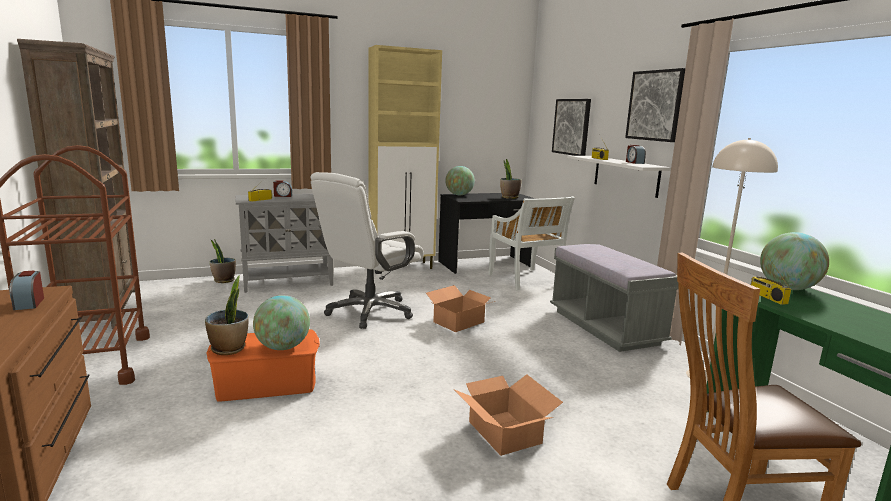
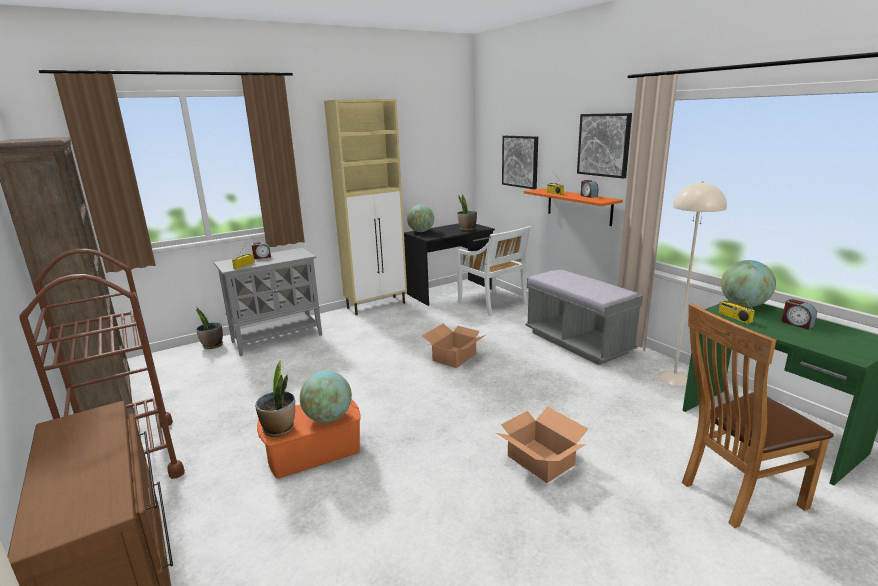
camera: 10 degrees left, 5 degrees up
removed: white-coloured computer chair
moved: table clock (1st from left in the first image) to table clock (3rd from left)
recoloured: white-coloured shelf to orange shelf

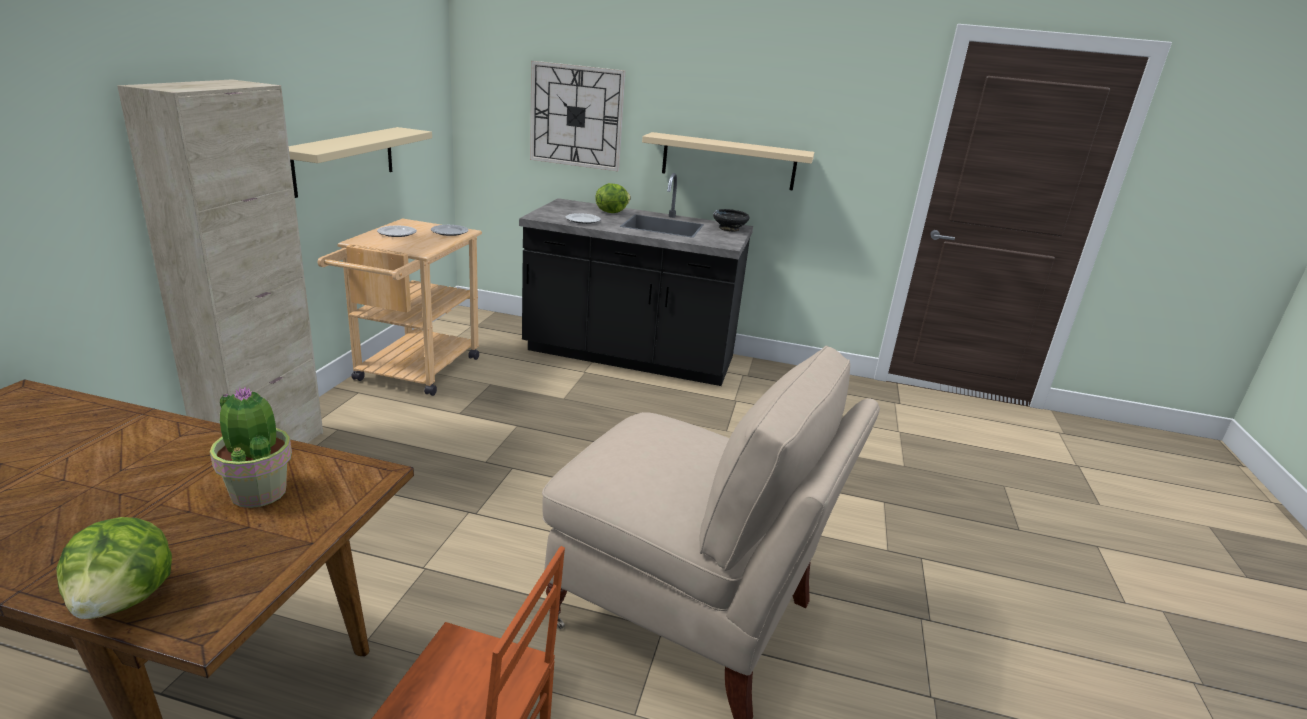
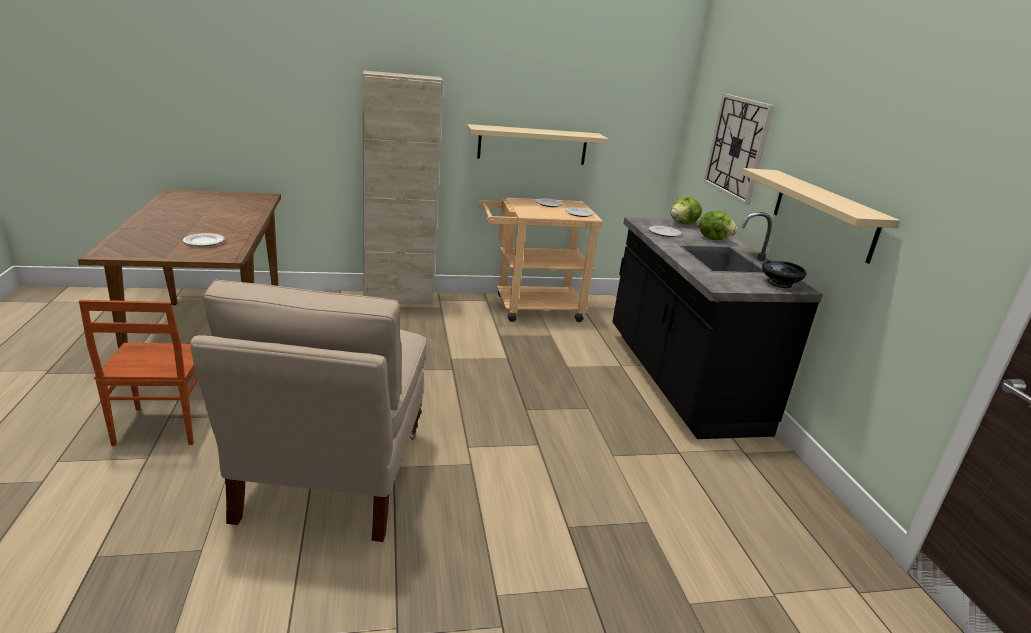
camera: 65 degrees right, 0 degrees up
moved: head of lettuce (1st from left)
replaced: potted plant to plate (1st from left)

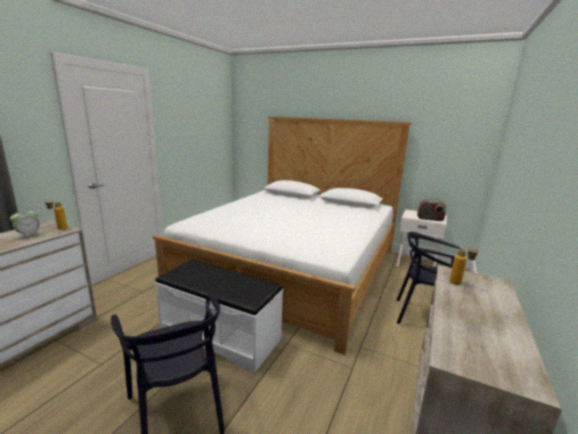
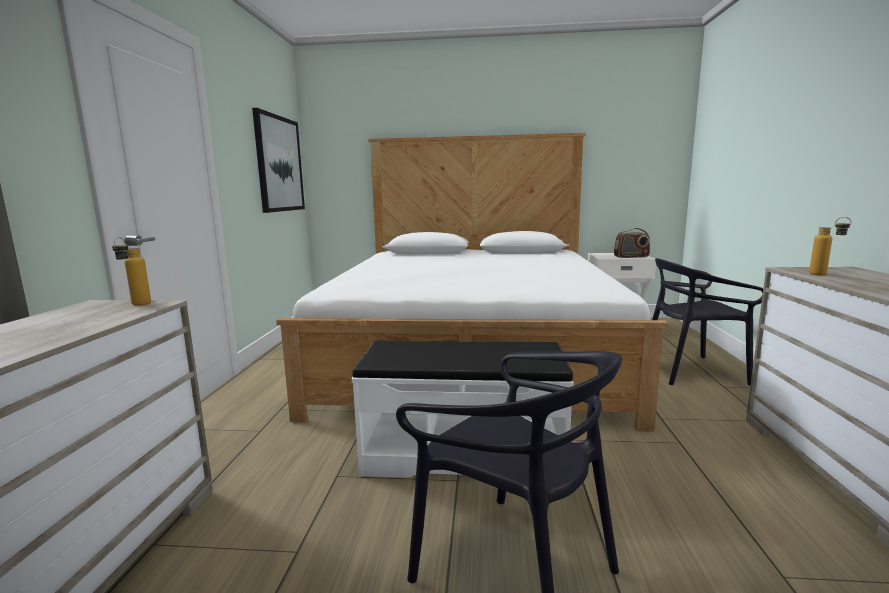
camera: 20 degrees left, 5 degrees down
removed: table clock
added: wall art

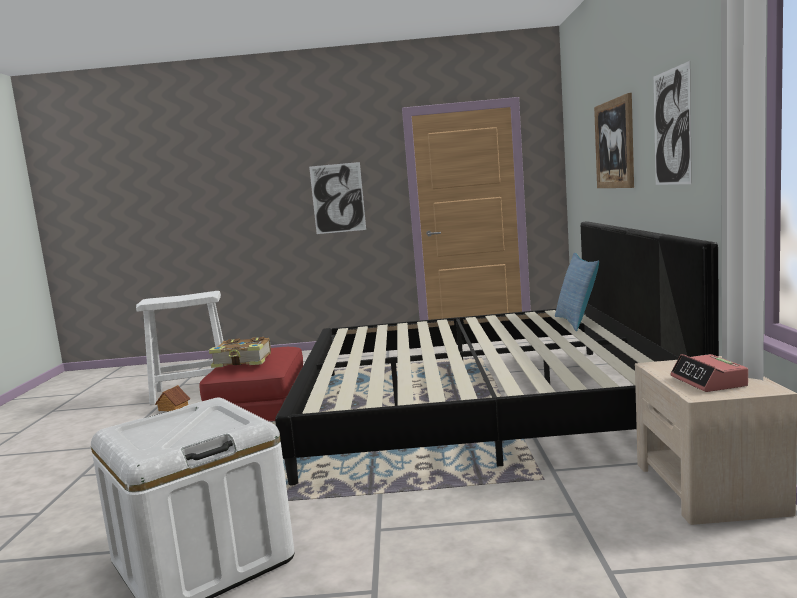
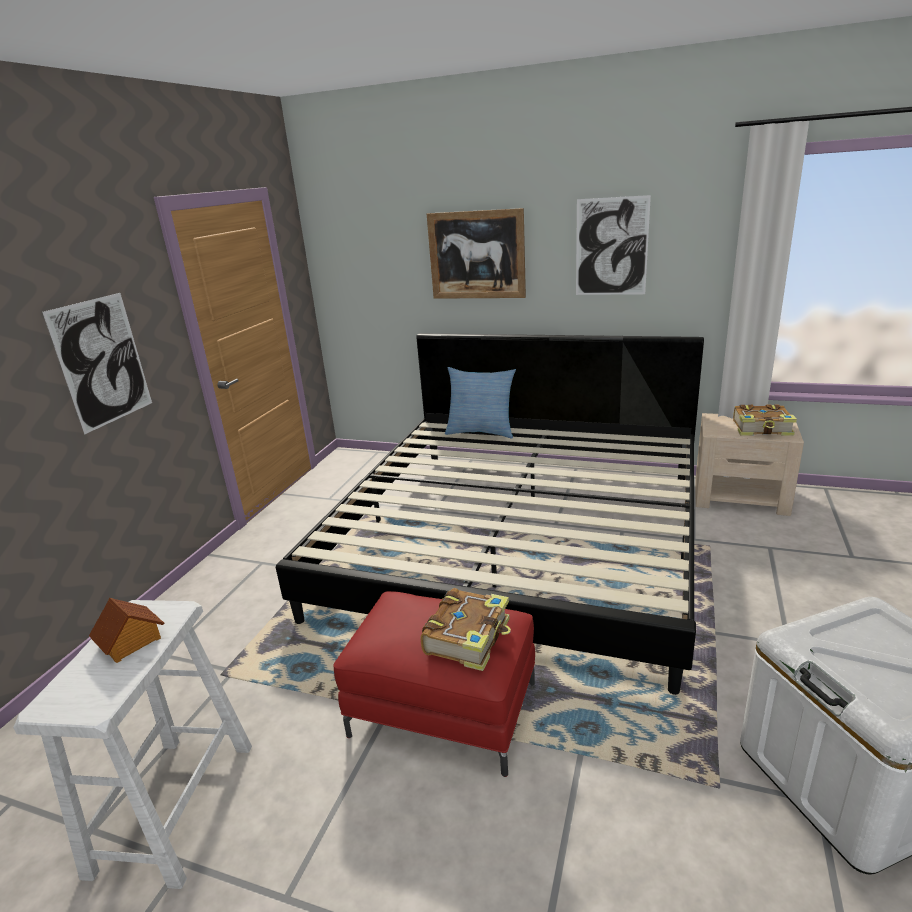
camera: 70 degrees left, 15 degrees up
moved: miniature house
replaced: table clock to volume (2nd from left)

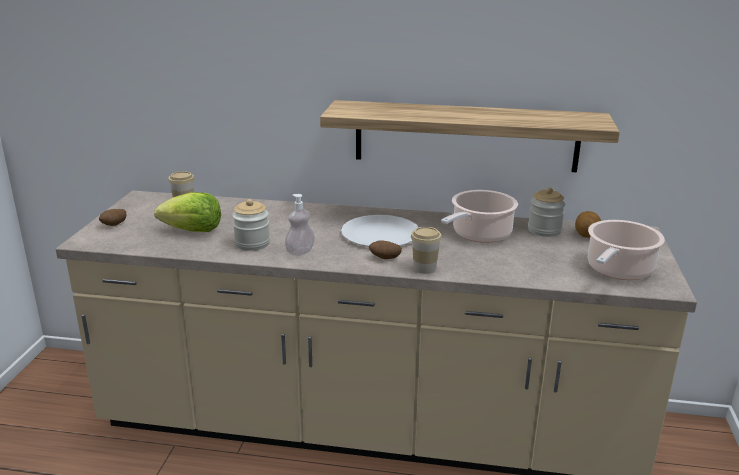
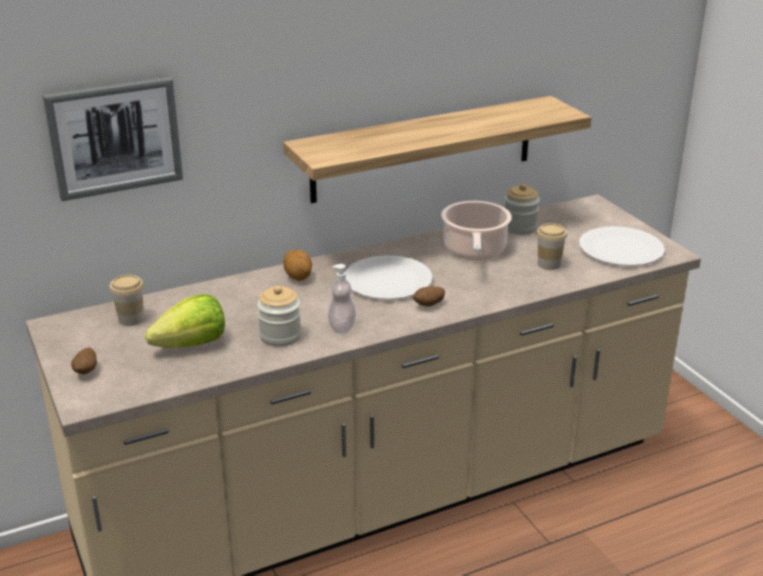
camera: 35 degrees left, 5 degrees up
added: wall art
moved: small cup (2nd from left); spud (3rd from left in the first image) to spud (2nd from left)
replaced: stockpot (2nd from left) to white-coloured plate (2nd from left)

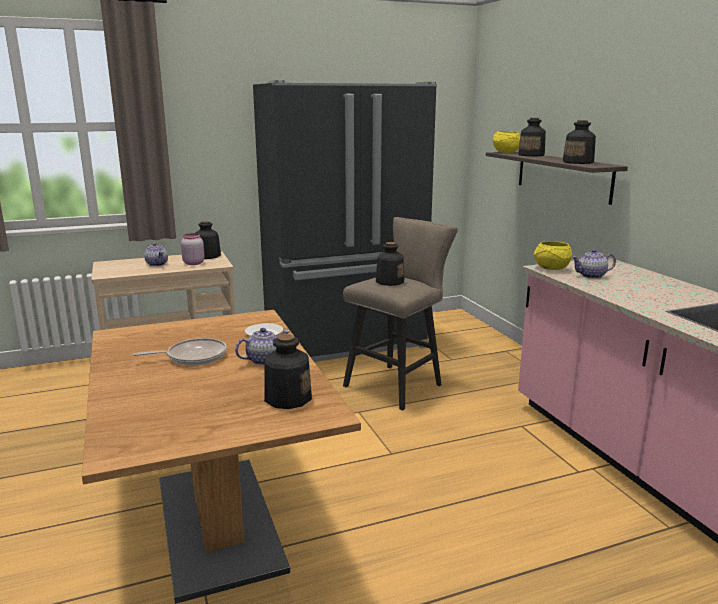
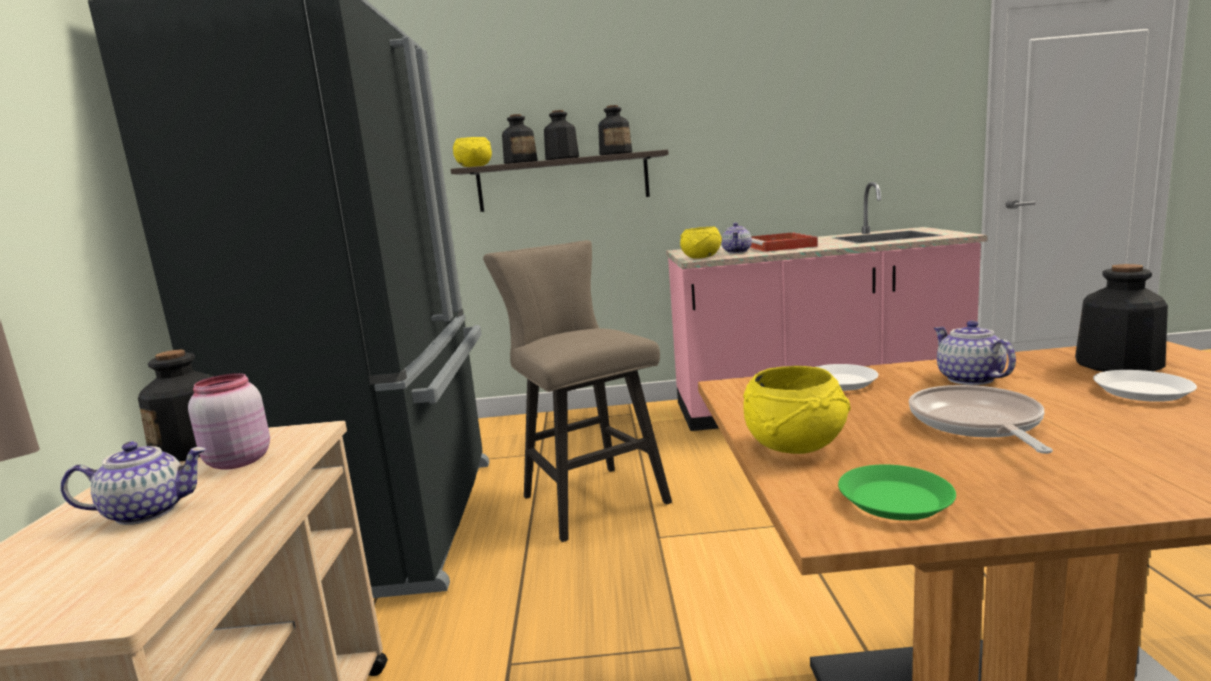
camera: 70 degrees left, 5 degrees down
added: yellow-coloured deep dish (3rd from left); red tray; green-coloured plate; white-coloured plate (2nd from left)
moved: drink bottle (3rd from left)

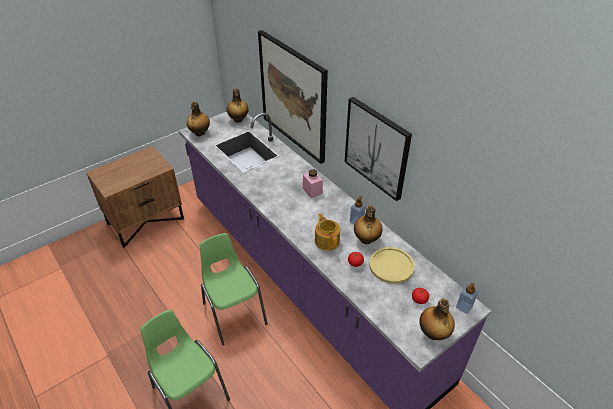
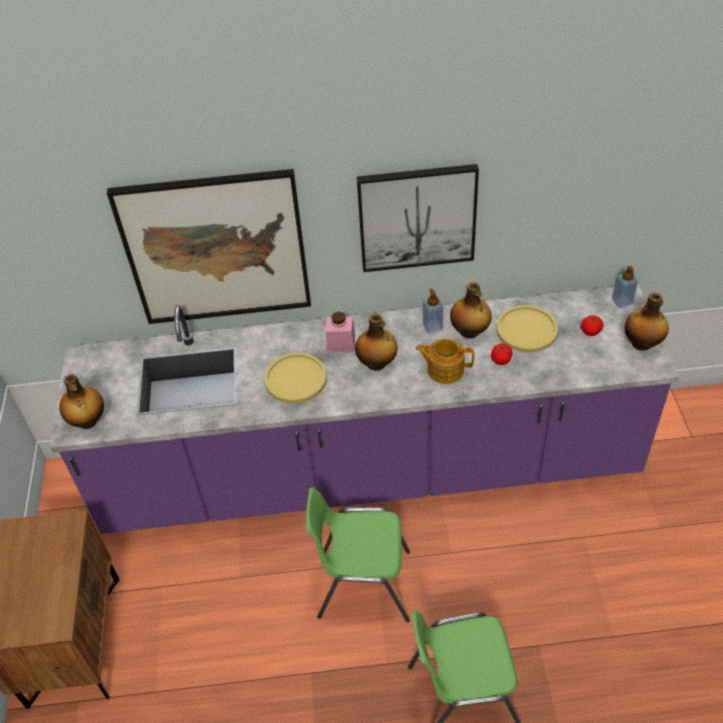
camera: 55 degrees left, 5 degrees up
added: yellow-coloured plate (1st from left)
moved: drink bottle (2nd from left)

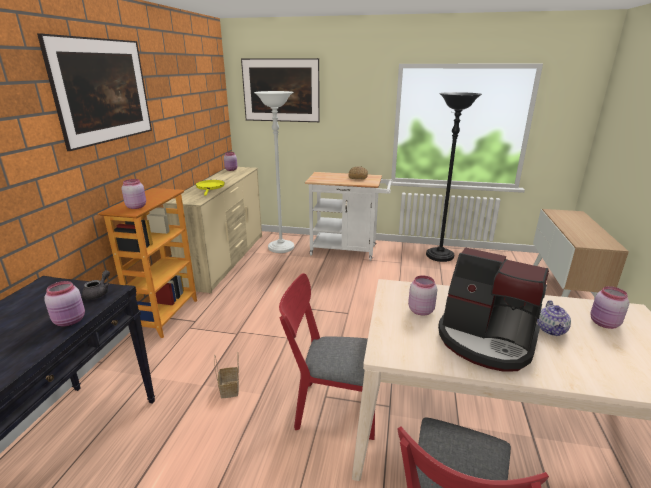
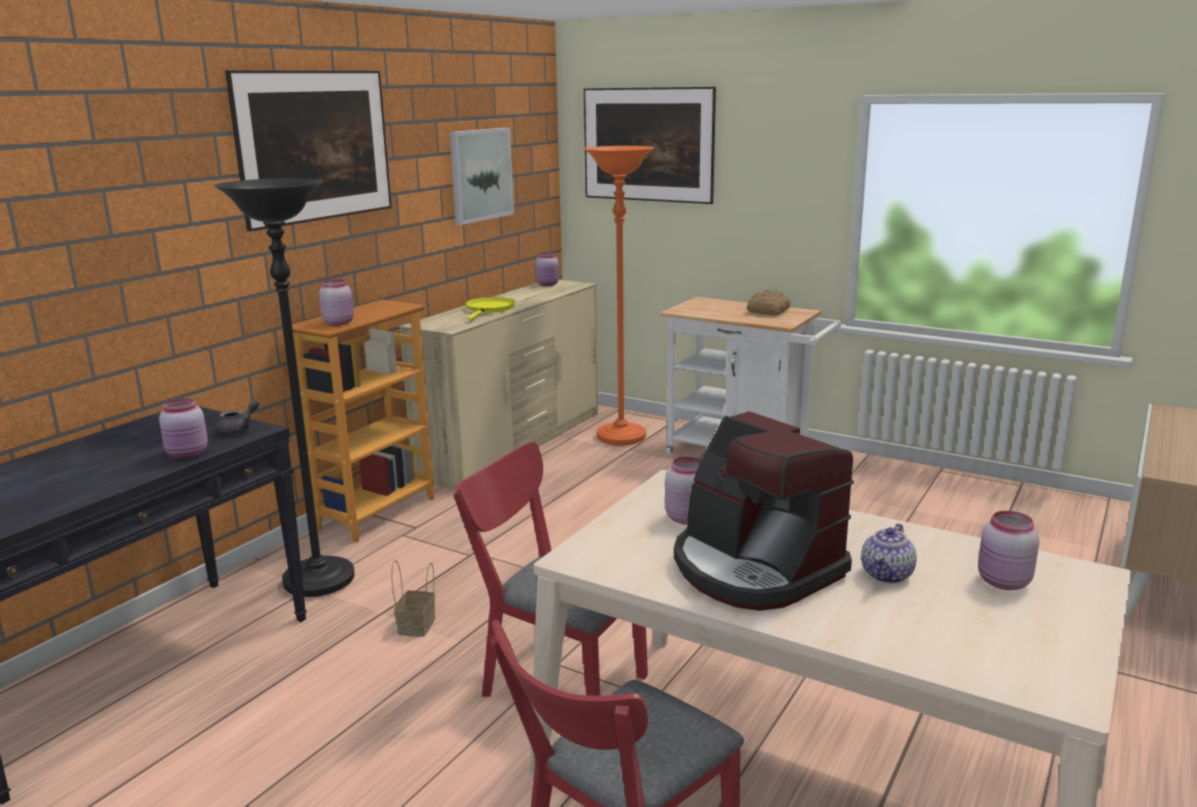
camera: 20 degrees right, 5 degrees down
added: wall art (2nd from left)
moved: blackish floor lamp
recoloured: white-coloured floor lamp to orange floor lamp

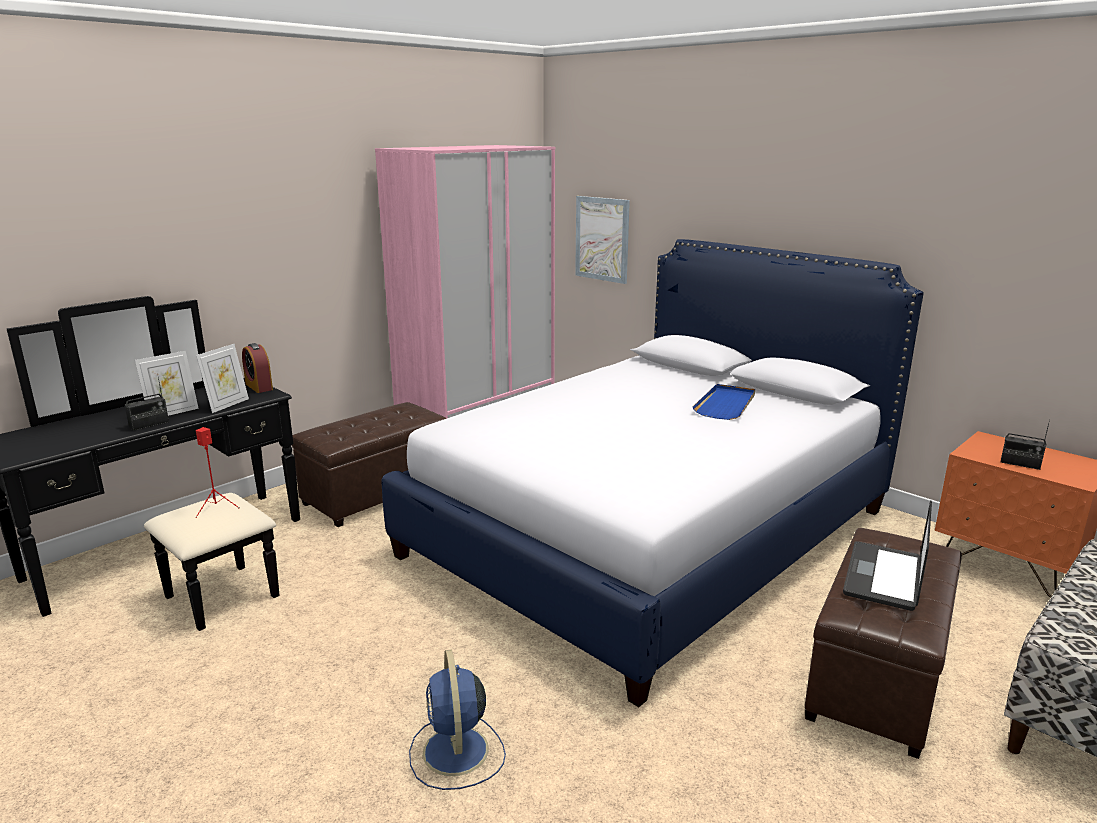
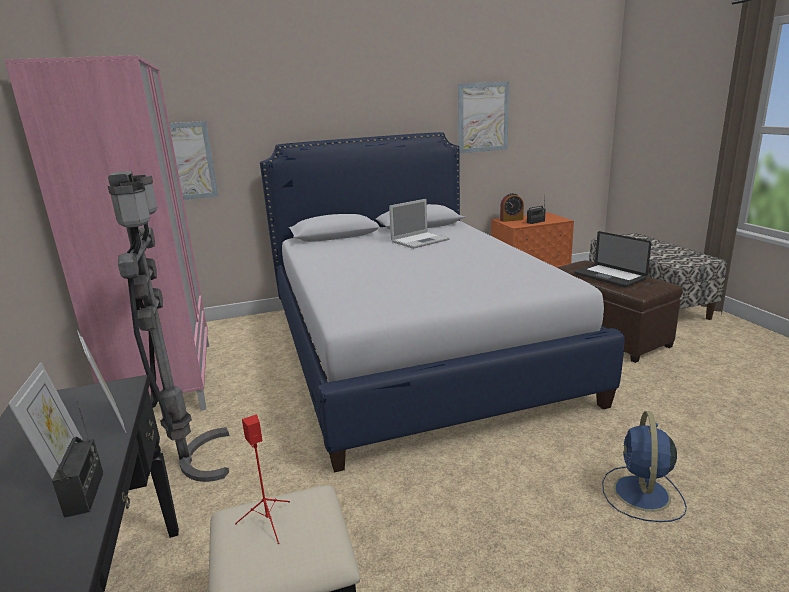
camera: 60 degrees left, 0 degrees up
added: wall art (2nd from left)
moved: table clock
replaced: brown footrest (1st from left) to grey floor lamp; bluish tray to notebook computer (1st from left)
turned: bluish cooling fan 90 degrees clockwise

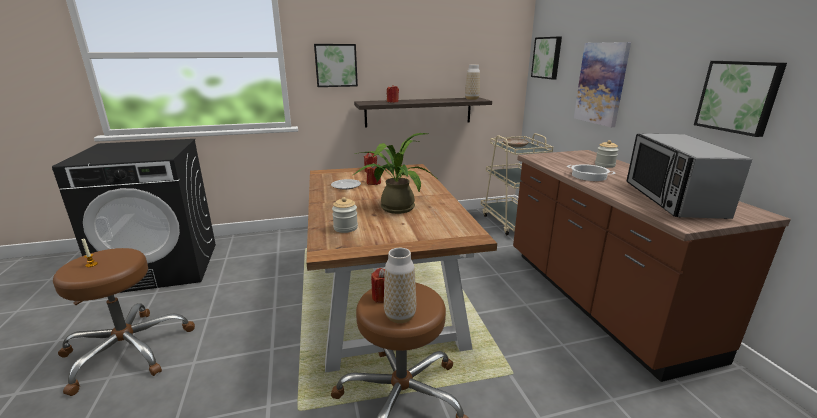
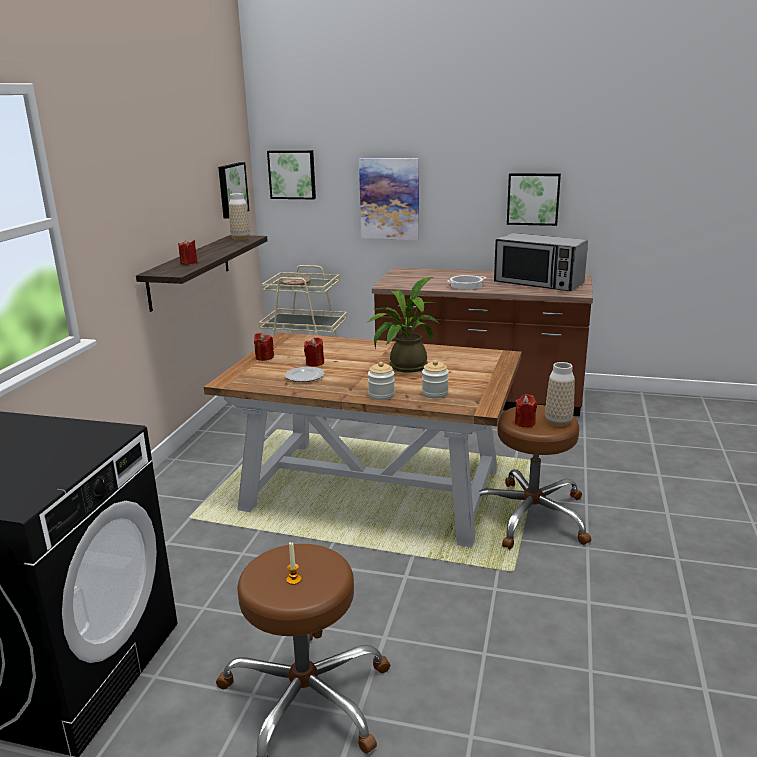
camera: 60 degrees left, 0 degrees up
moved: wall art (1st from left); jar (2nd from left in the first image) to jar (1st from left)

